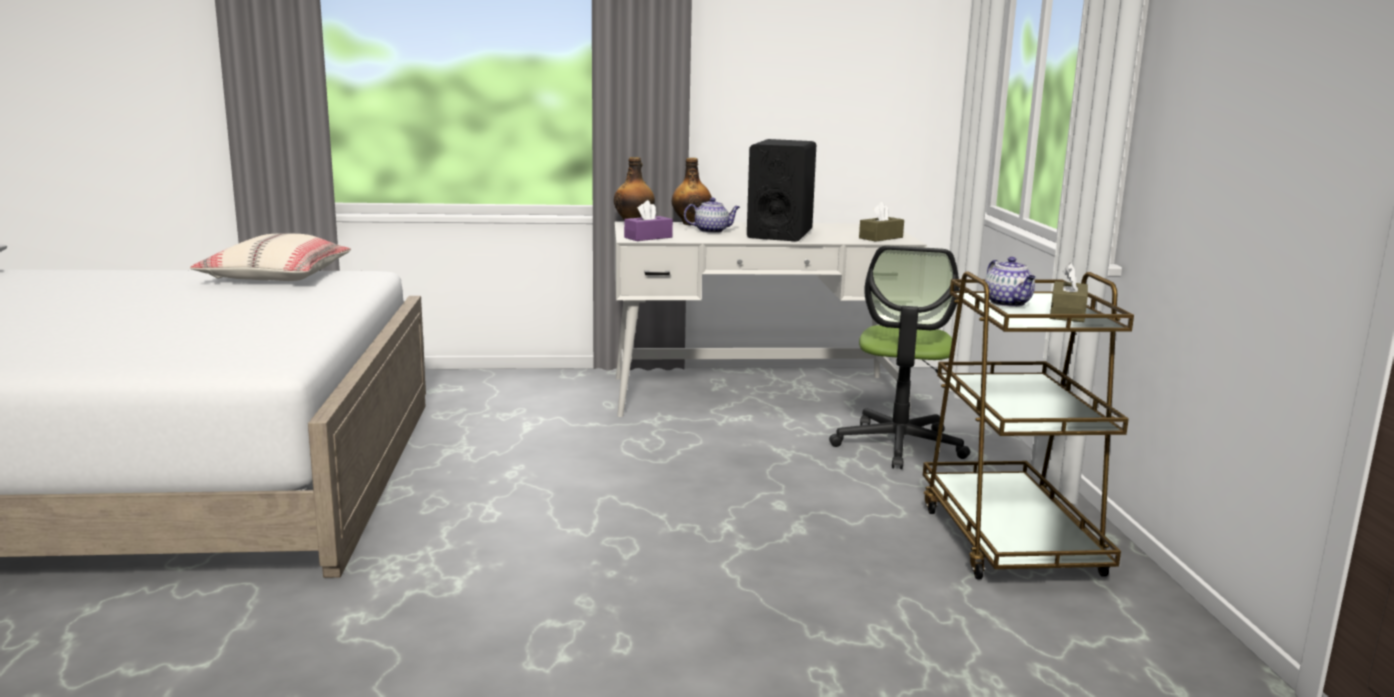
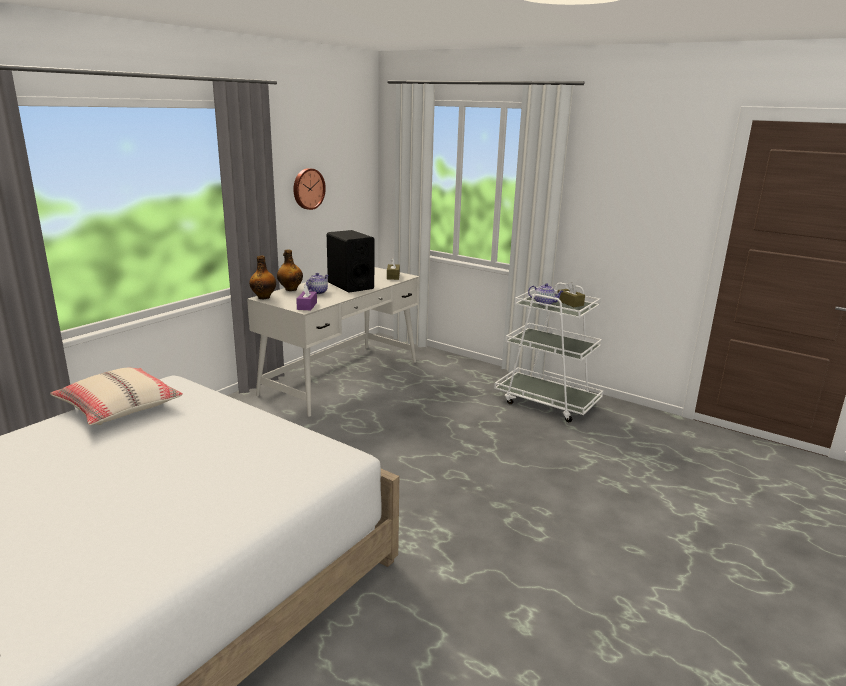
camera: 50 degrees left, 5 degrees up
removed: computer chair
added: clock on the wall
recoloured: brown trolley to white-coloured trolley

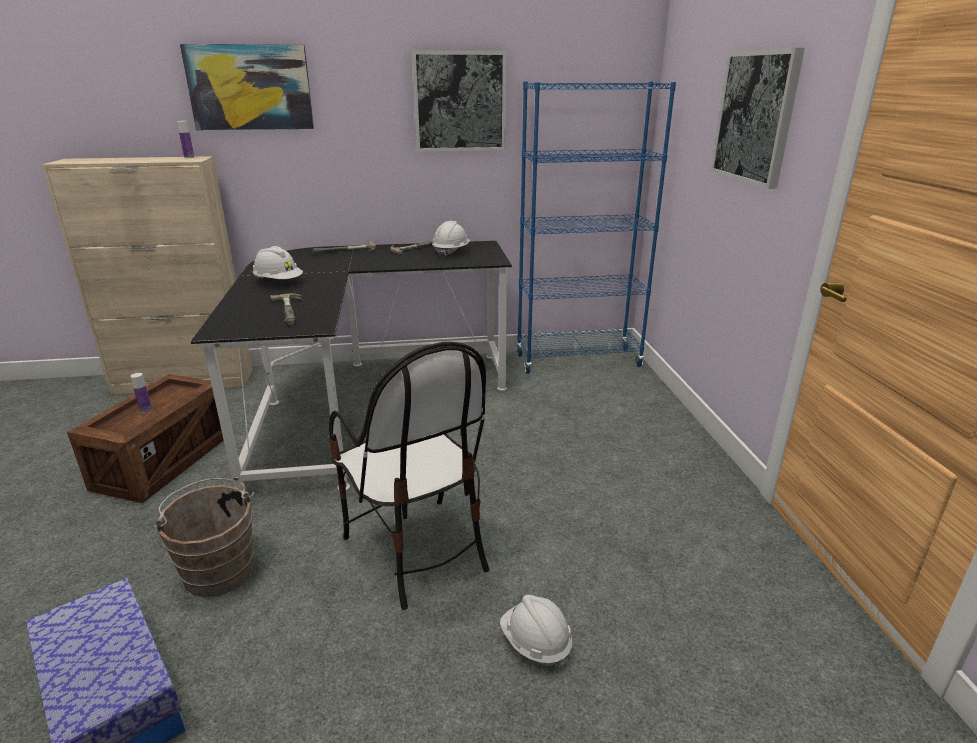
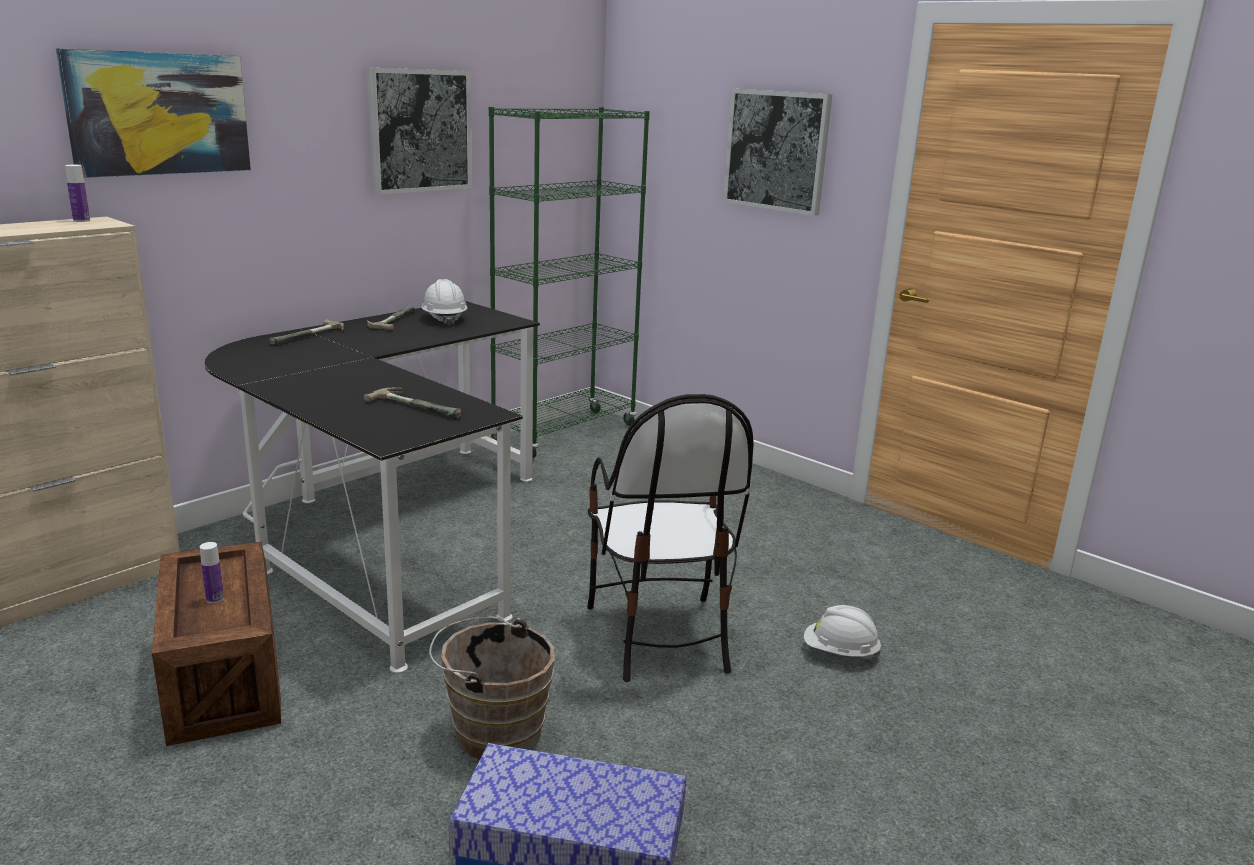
camera: 40 degrees left, 5 degrees down
removed: white-coloured work helmet (1st from left)
recoloured: bluish bookshelf to green-coloured bookshelf
turned: plain chair 60 degrees clockwise

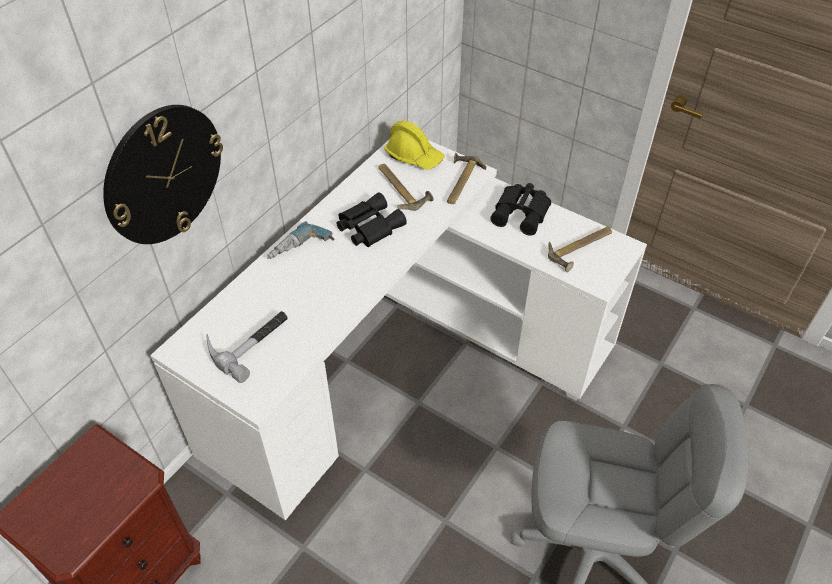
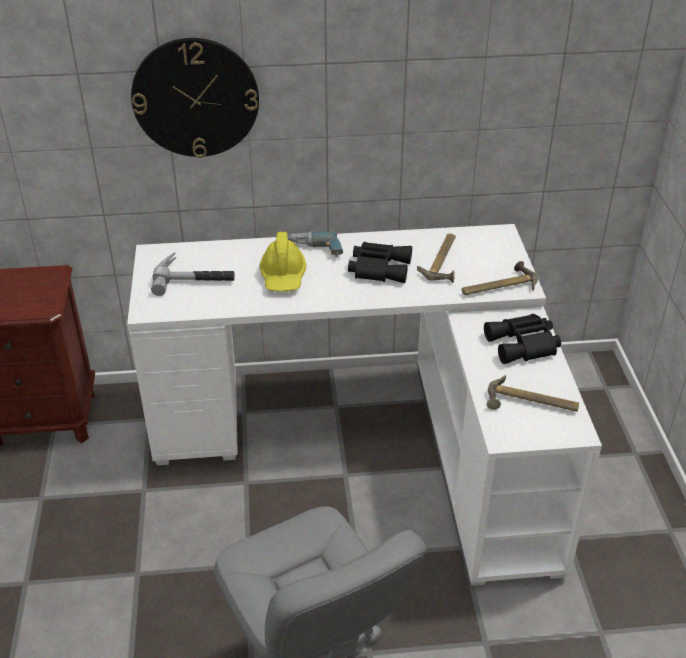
camera: 50 degrees right, 10 degrees down
moved: yellow-coloured work helmet

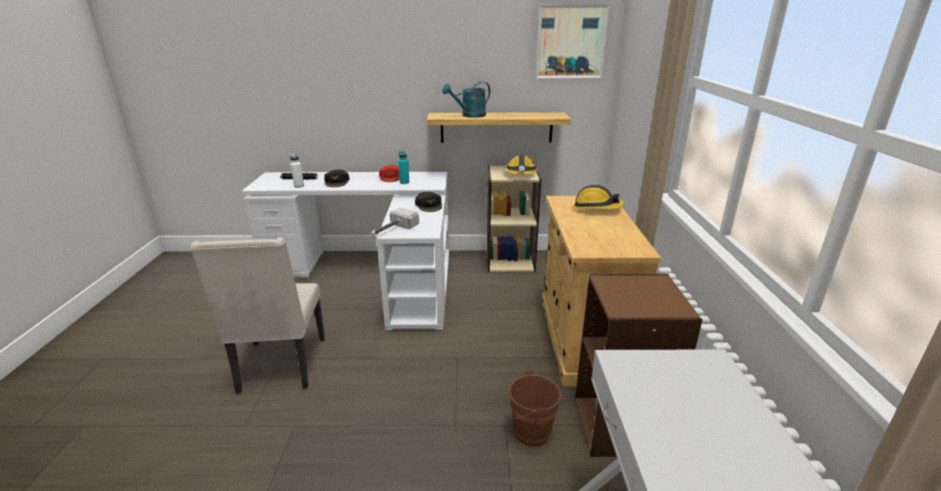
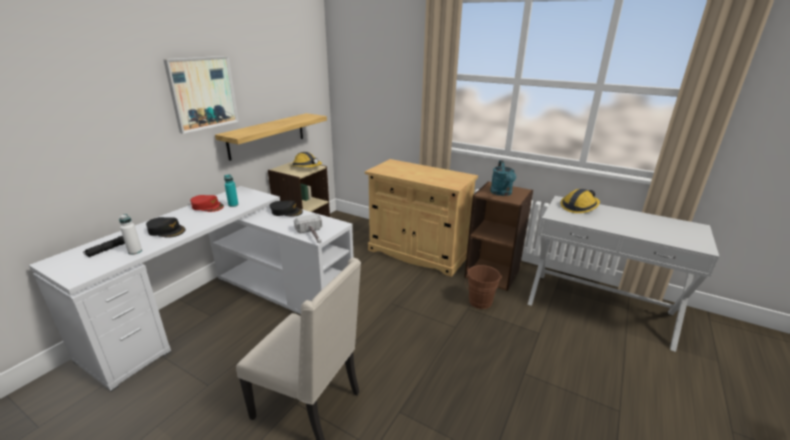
camera: 60 degrees left, 0 degrees up
moved: blue-green sprinkling can; wall art; work helmet (2nd from left)

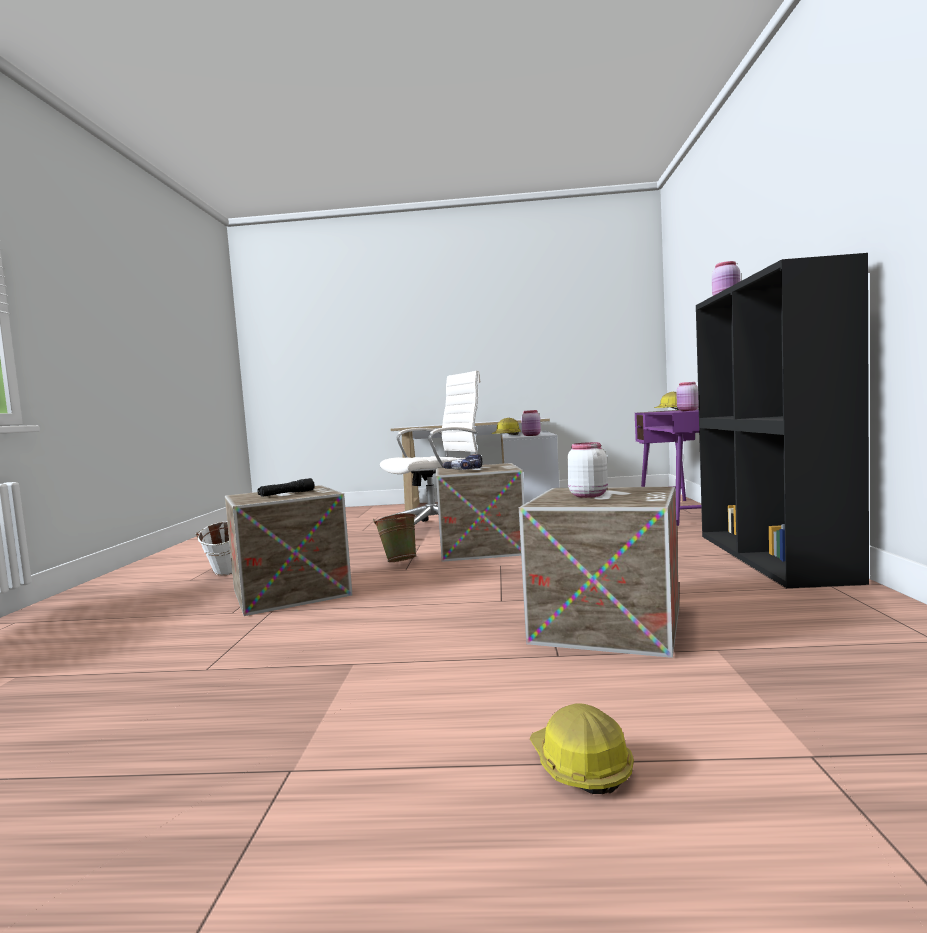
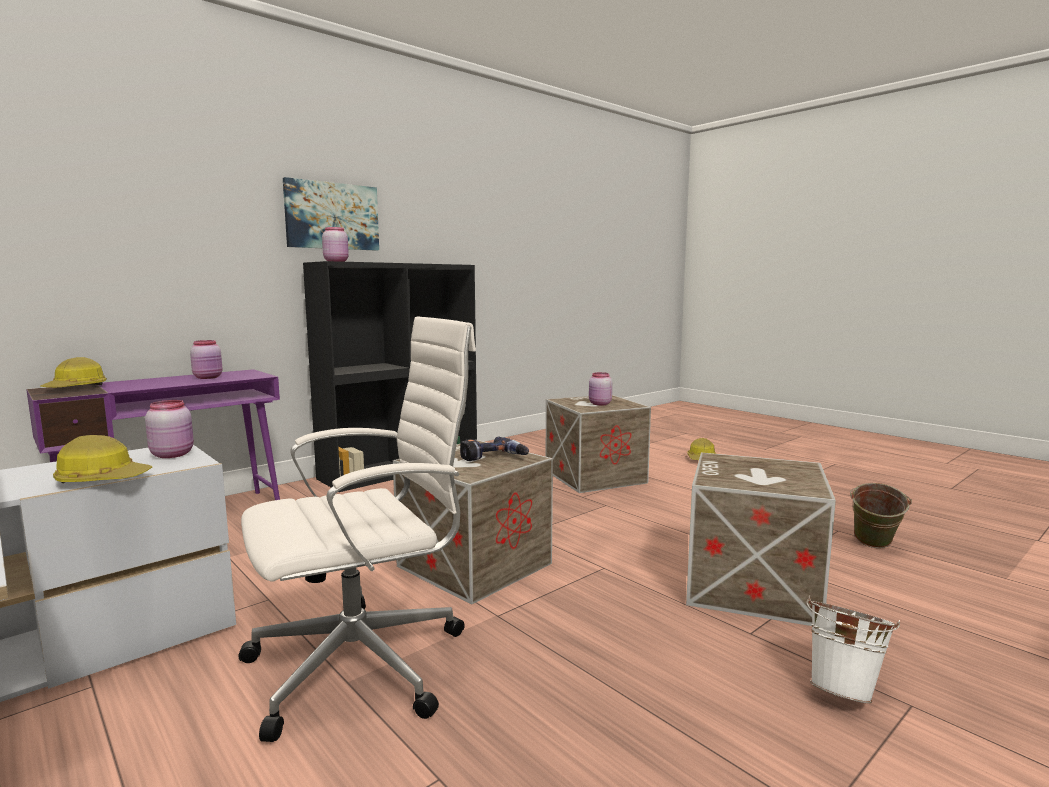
camera: 135 degrees left, 5 degrees up
removed: blackish hand torch
added: wall art
moved: green-coloured water bucket
recoloured: white-coloured jar to pink-coloured jar (4th from left)
turned: white-coloured computer chair 135 degrees clockwise

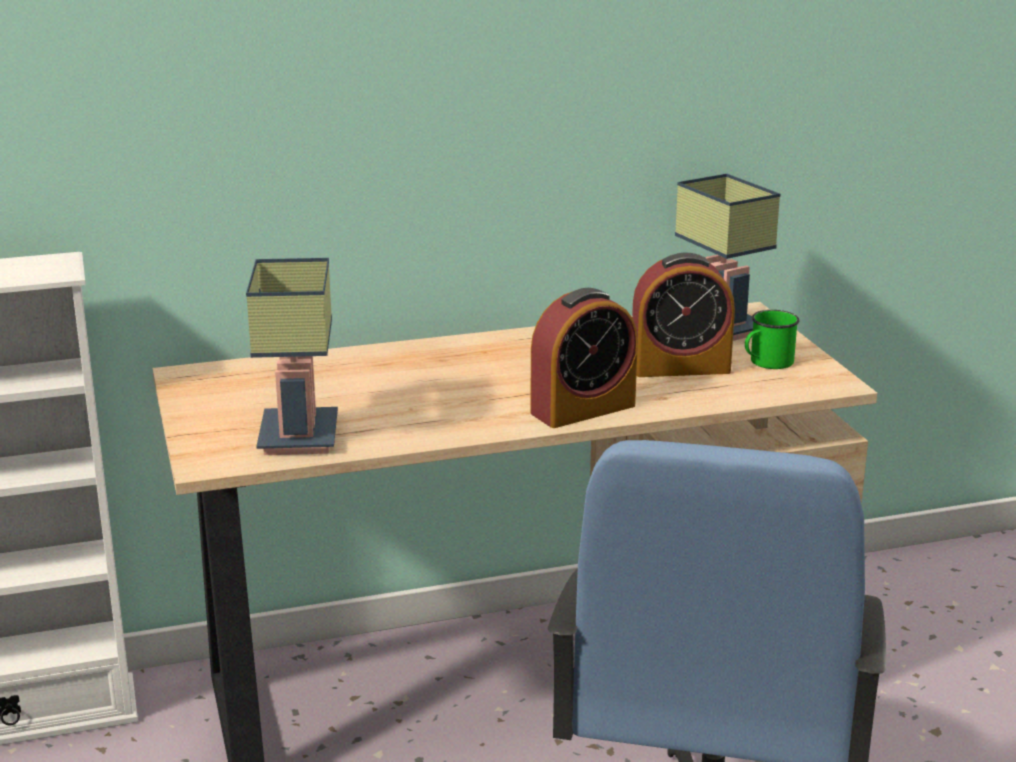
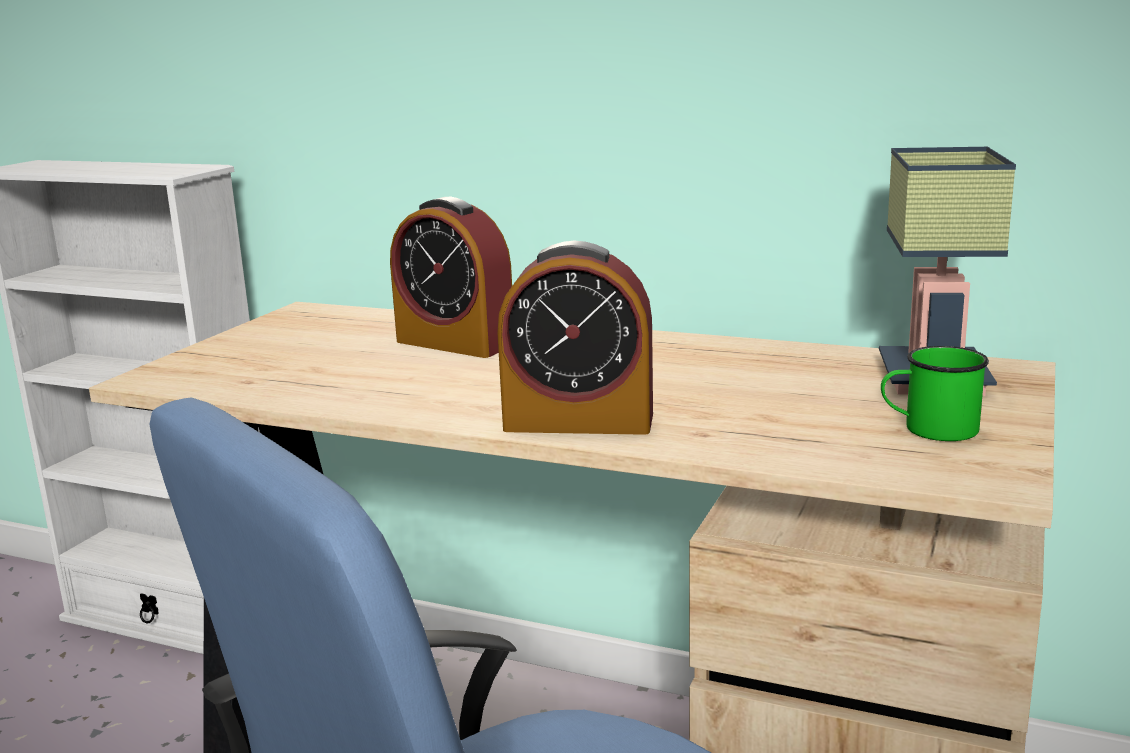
camera: 40 degrees right, 5 degrees down
removed: tabletop lamp (1st from left)
moved: table clock (2nd from left in the first image) to table clock (1st from left)

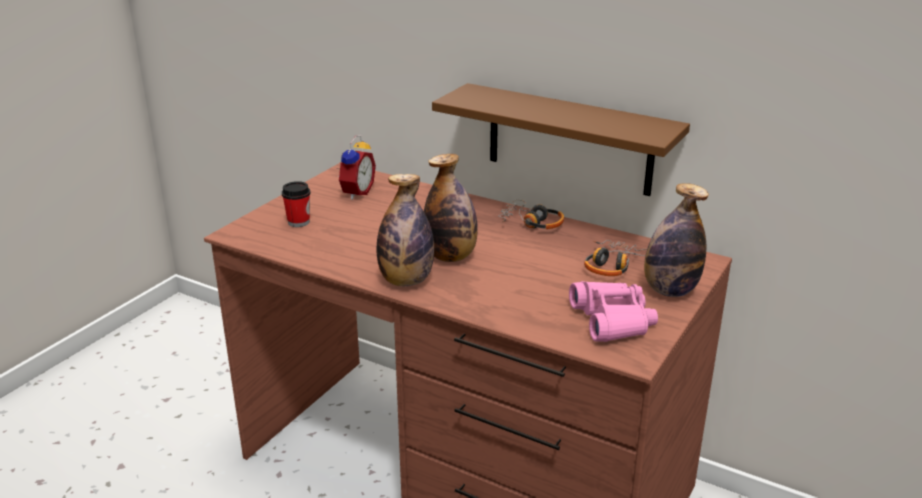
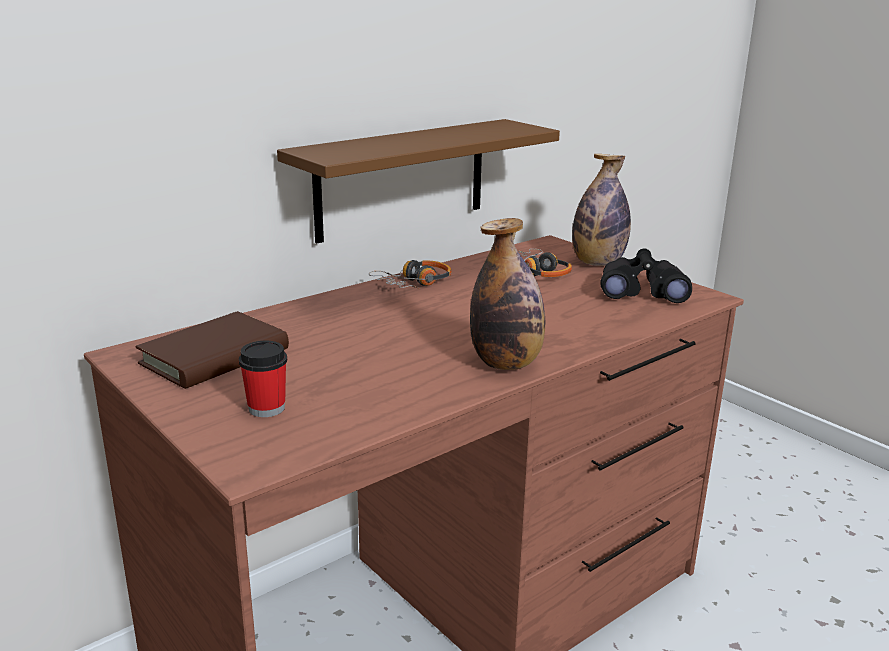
camera: 70 degrees left, 5 degrees down
removed: drink bottle (2nd from left)
replaced: table clock to brown volume
recoloured: pink-coloured pair of binoculars to blackish pair of binoculars

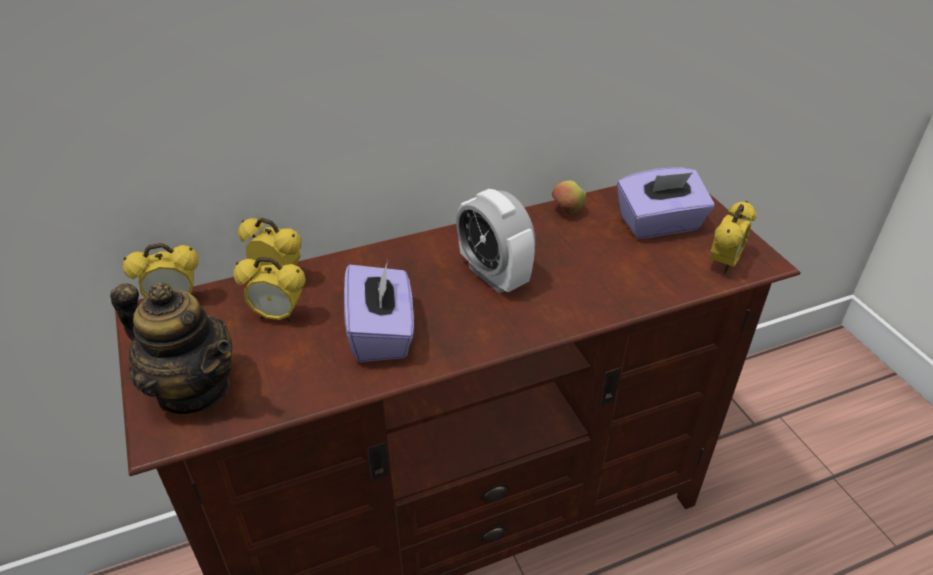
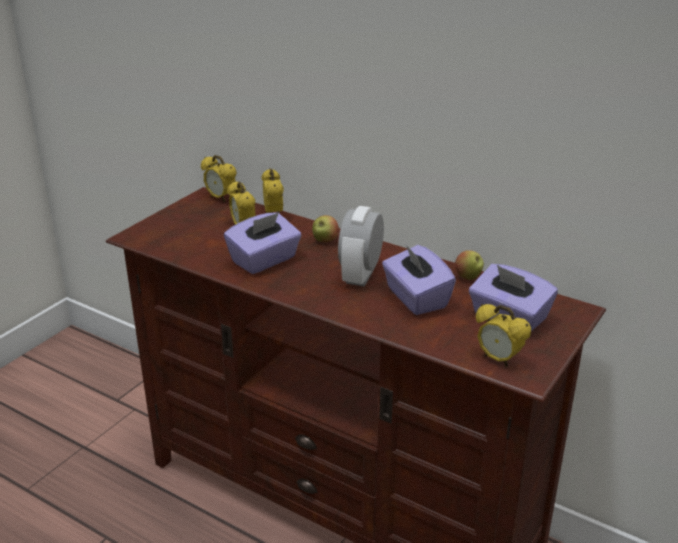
camera: 55 degrees right, 10 degrees down
removed: teapot
added: whole apple (1st from left); purple-coloured tissue box (2nd from left)
turned: table clock (5th from left) 45 degrees clockwise

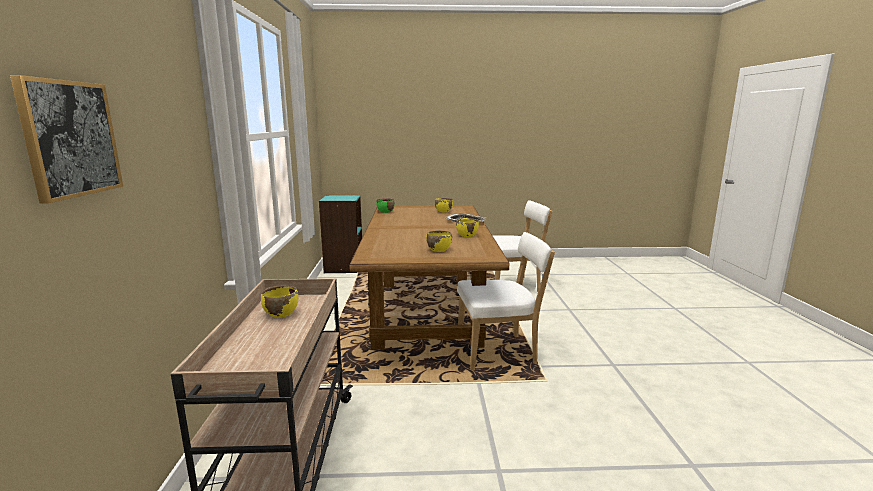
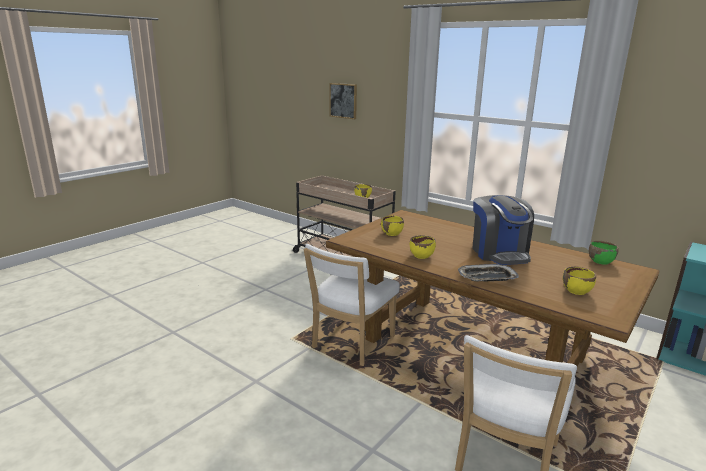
camera: 130 degrees right, 5 degrees up
added: coffee machine

